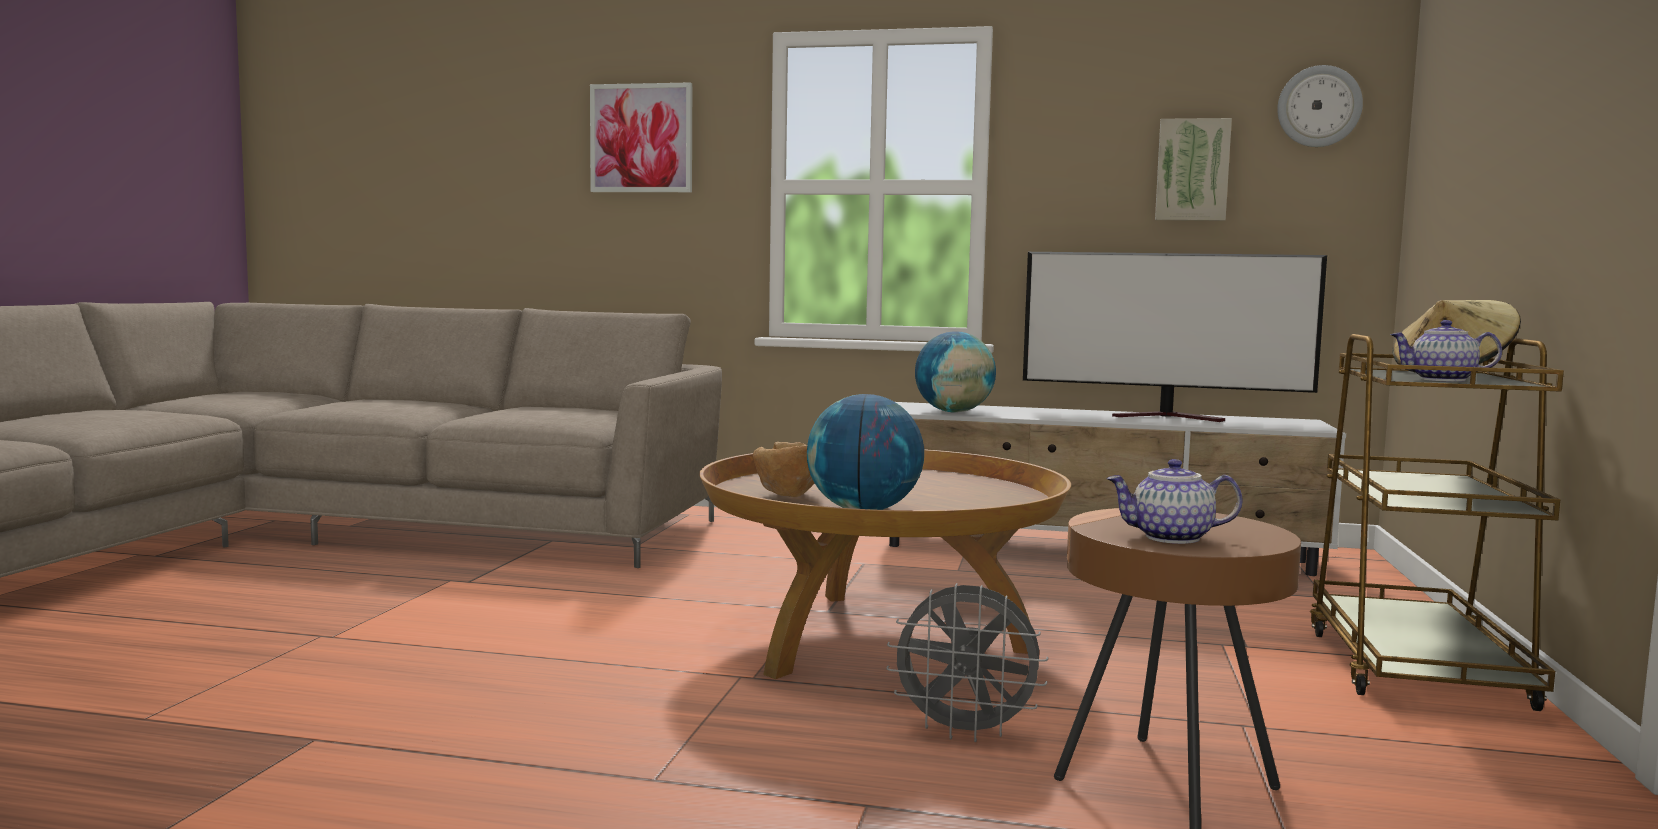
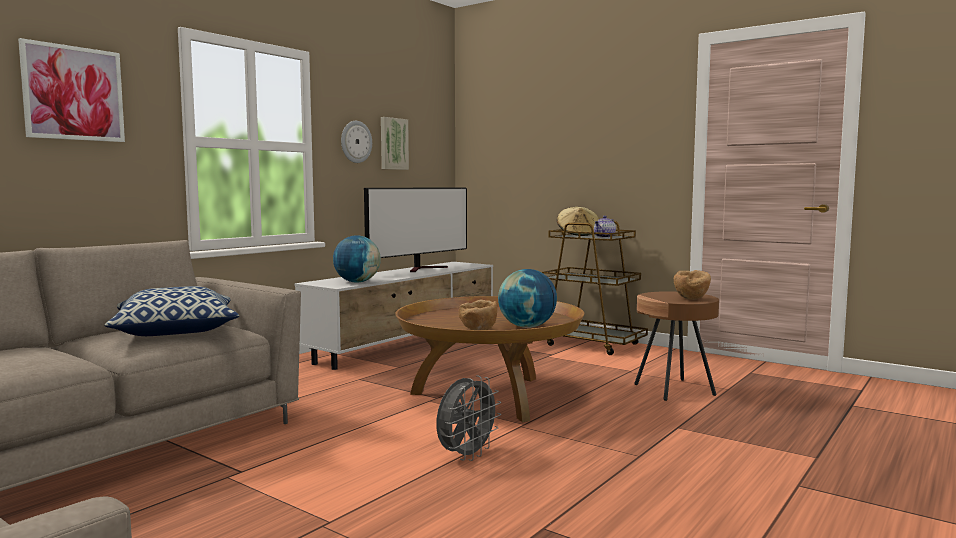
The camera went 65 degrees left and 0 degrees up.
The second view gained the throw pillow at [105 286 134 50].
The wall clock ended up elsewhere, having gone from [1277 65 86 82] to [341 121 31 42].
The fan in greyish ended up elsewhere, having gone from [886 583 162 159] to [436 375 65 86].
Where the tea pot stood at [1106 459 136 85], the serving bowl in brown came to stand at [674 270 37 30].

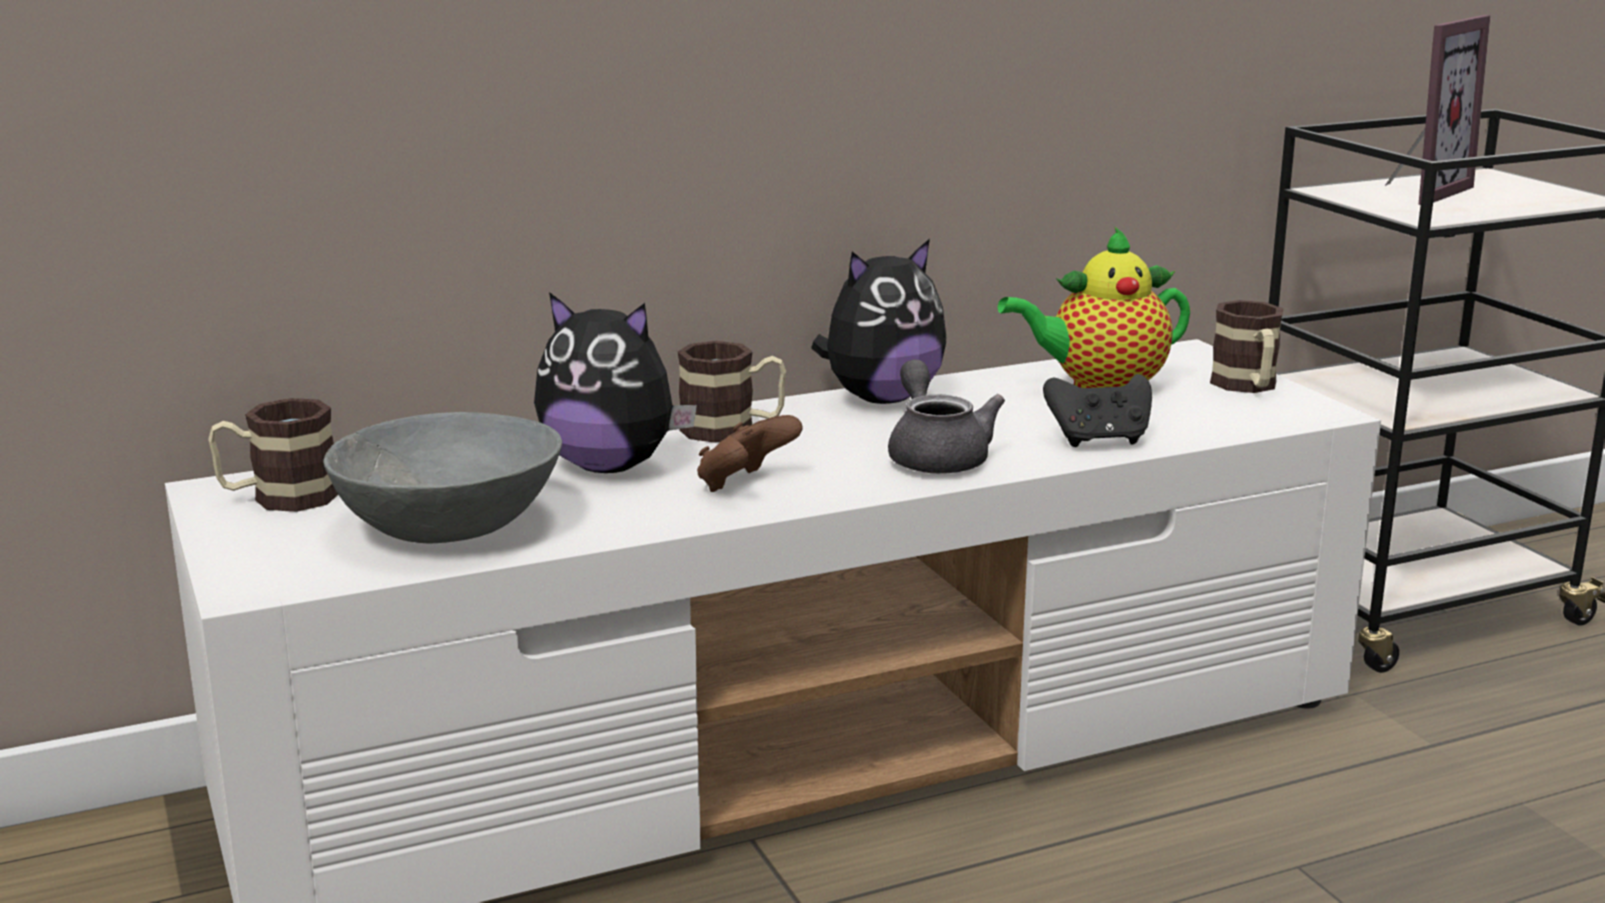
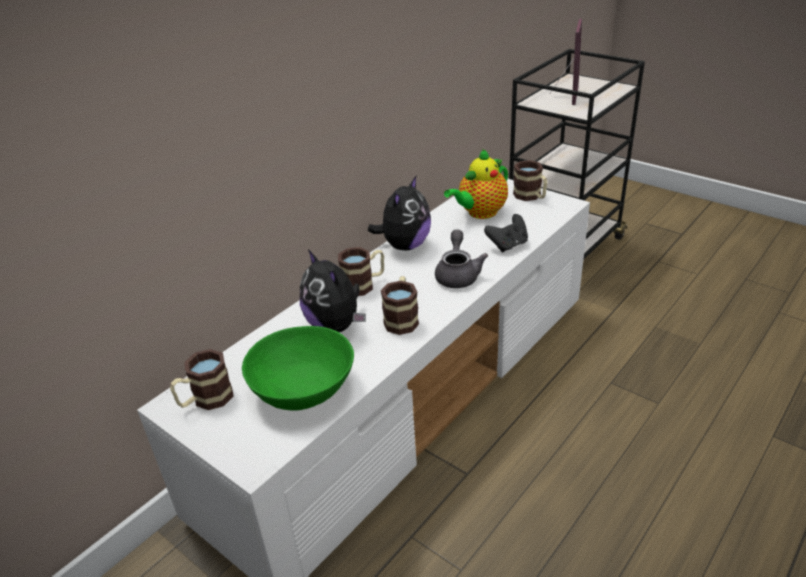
The camera went 25 degrees left and 15 degrees up.
What was the serving bowl in greyish at [323 412 239 132] turned into the serving bowl in green at [242 326 112 85].
The soft toy at [534 292 163 181] ended up facing another way, 60 degrees clockwise from before.
Where the gamepad in brown stood at [697 415 105 77], the tea mug came to stand at [381 276 38 59].
The tea pot in greyish at [888 360 117 114] ended up facing another way, 45 degrees clockwise from before.

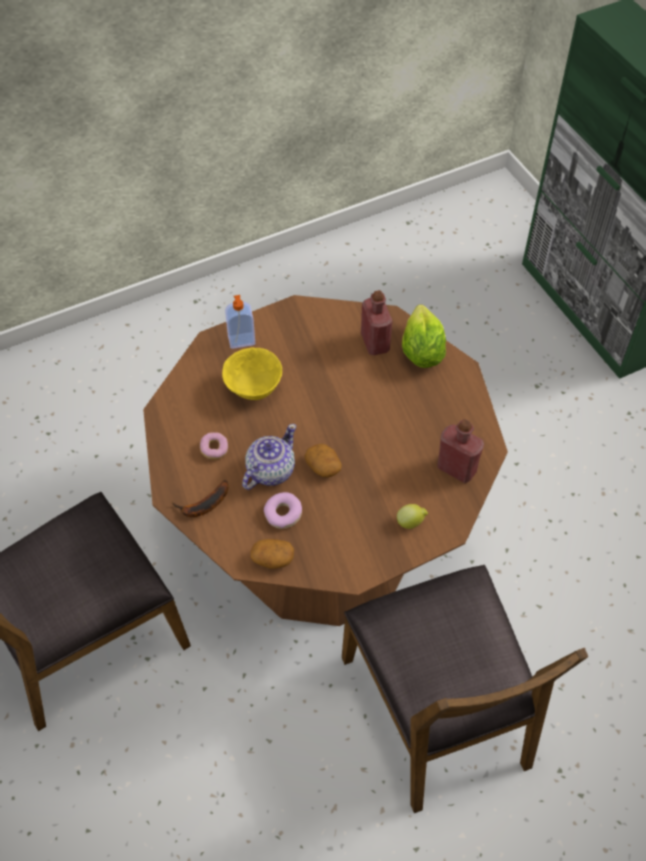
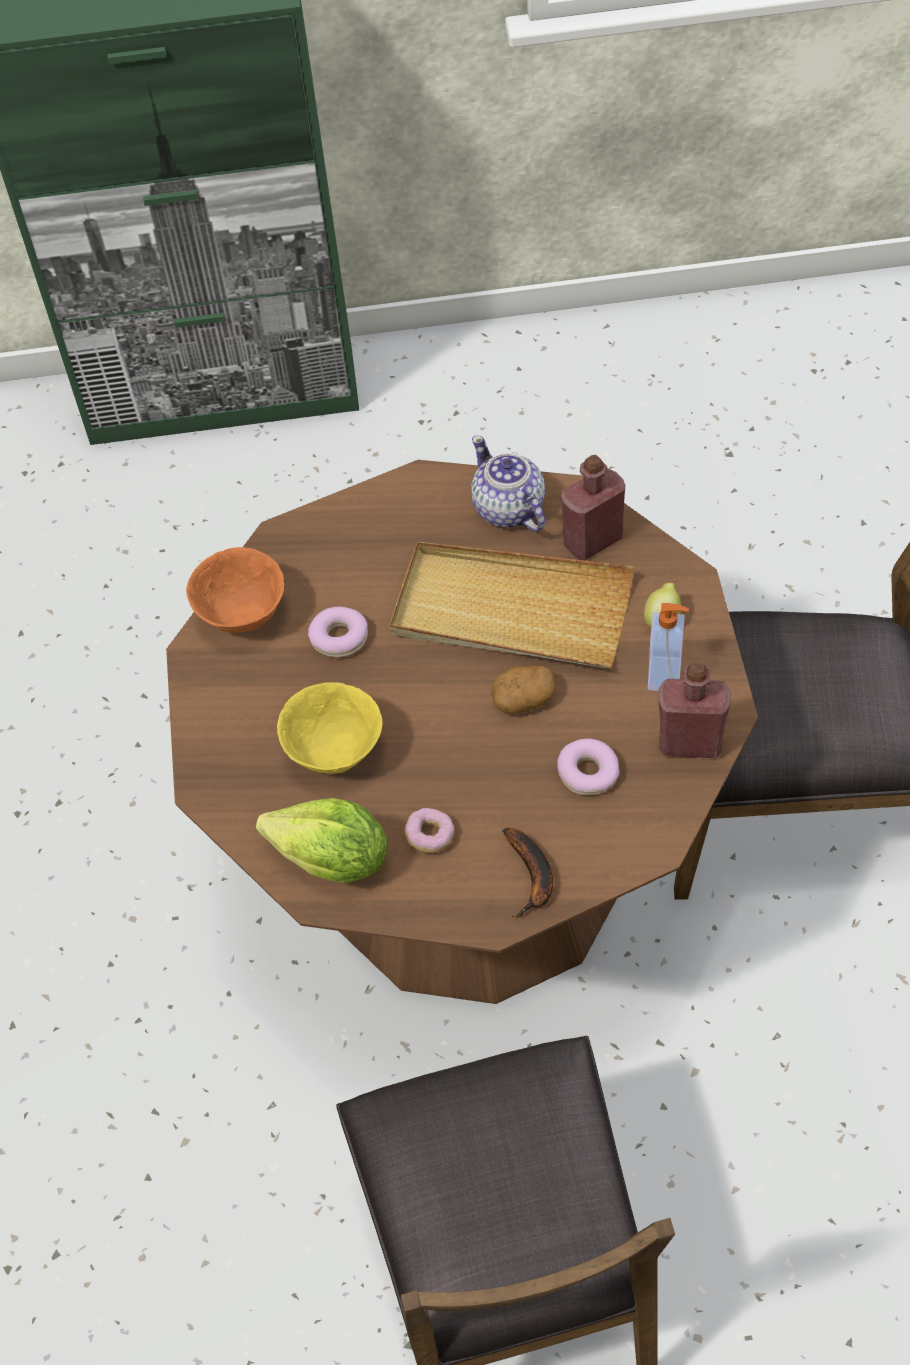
The camera went 65 degrees left and 0 degrees up.
The second view gained the serving bowl in orange at [186 547 98 86].
The lettuce head ended up elsewhere, having gone from [402 304 44 64] to [256 798 132 85].
The second view gained the donut at [308 607 60 51].
The second view gained the serving tray in beige-coloured at [390 542 244 127].
The tea pot ended up elsewhere, having gone from [242 424 54 66] to [471 436 74 96].
The soap dispenser ended up elsewhere, having gone from [225 295 30 54] to [648 603 41 88].
The bottle in red ended up elsewhere, having gone from [361 290 31 65] to [658 662 73 96].
The second view lost the spud at [251 539 43 30].

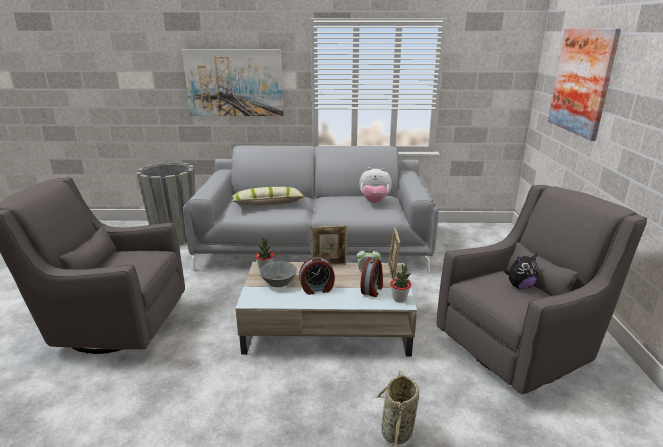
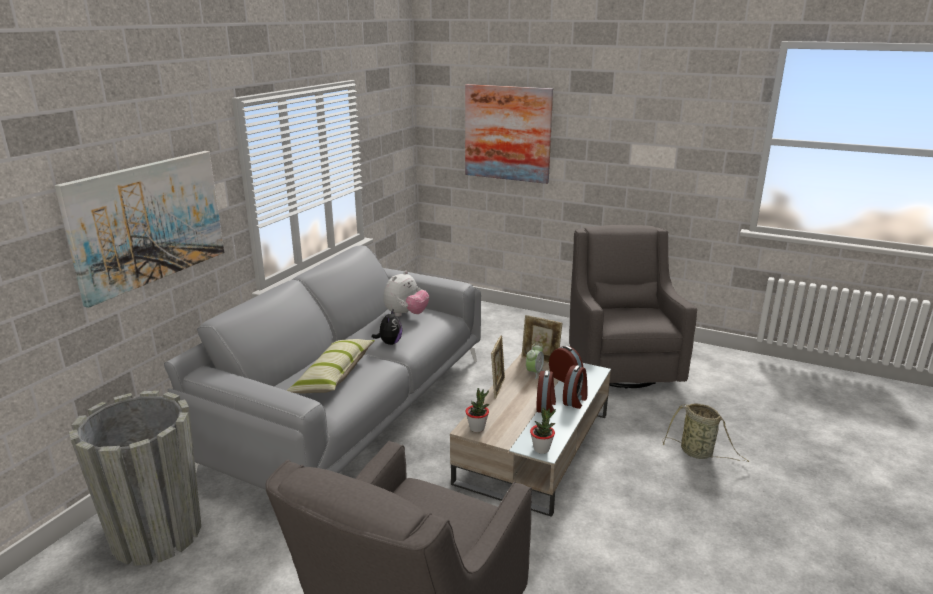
The camera went 65 degrees left and 0 degrees up.
The soft toy ended up elsewhere, having gone from [504 254 34 35] to [372 308 30 37].
The plant in a pot ended up elsewhere, having gone from [390 264 21 38] to [530 407 26 47].
The second view gained the table clock at [563 365 25 44].
The second view lost the serving bowl in greyish at [259 261 38 26].

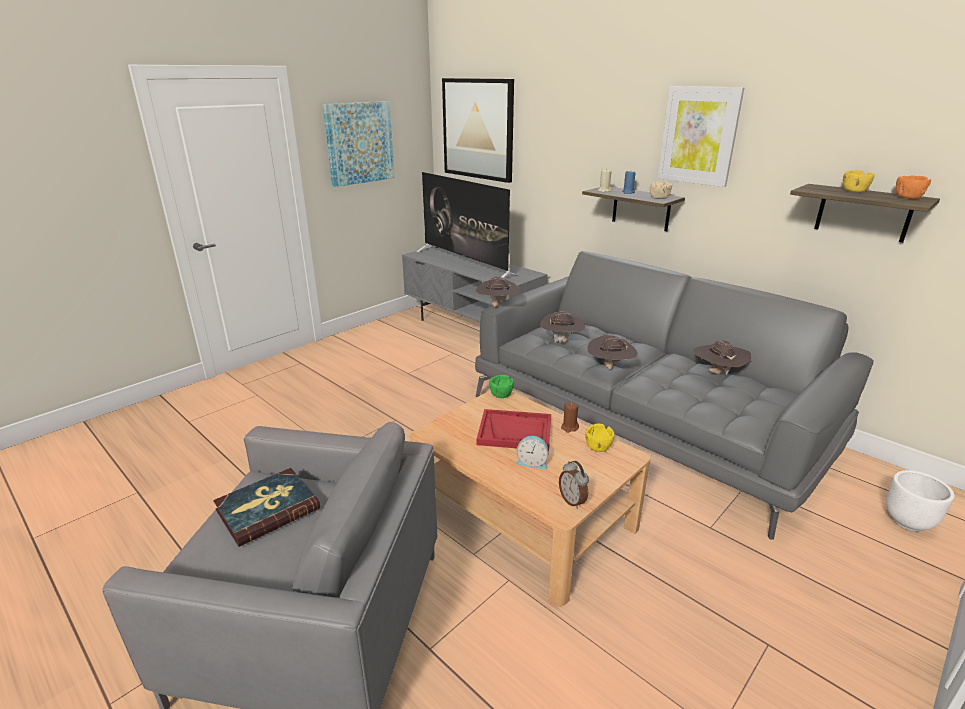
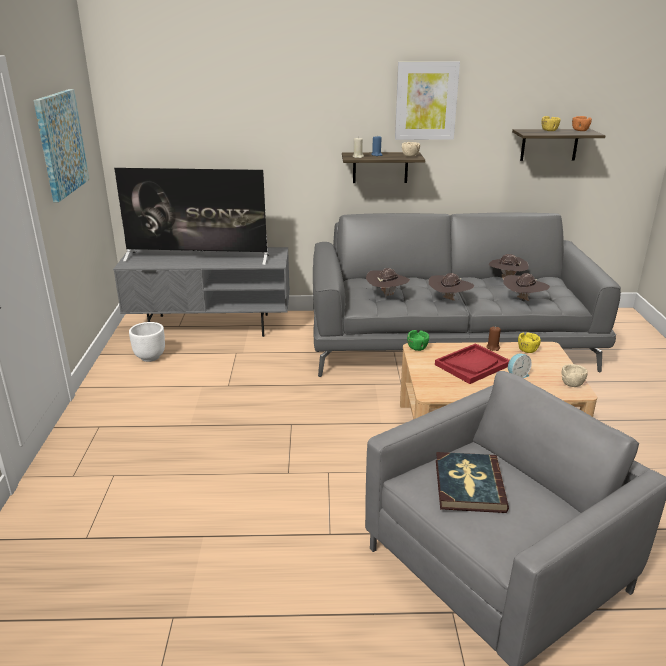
The camera went 45 degrees left and 0 degrees up.
The flower pot in whitish ended up elsewhere, having gone from [886 470 68 62] to [129 322 36 40].
The wearable hat in brown ended up elsewhere, having gone from [476 277 44 30] to [503 273 47 28].
Where the table clock stood at [559 461 30 48], the serving bowl in beige-coloured came to stand at [561 364 27 23].
The second view lost the wall art at [442 78 72 105].

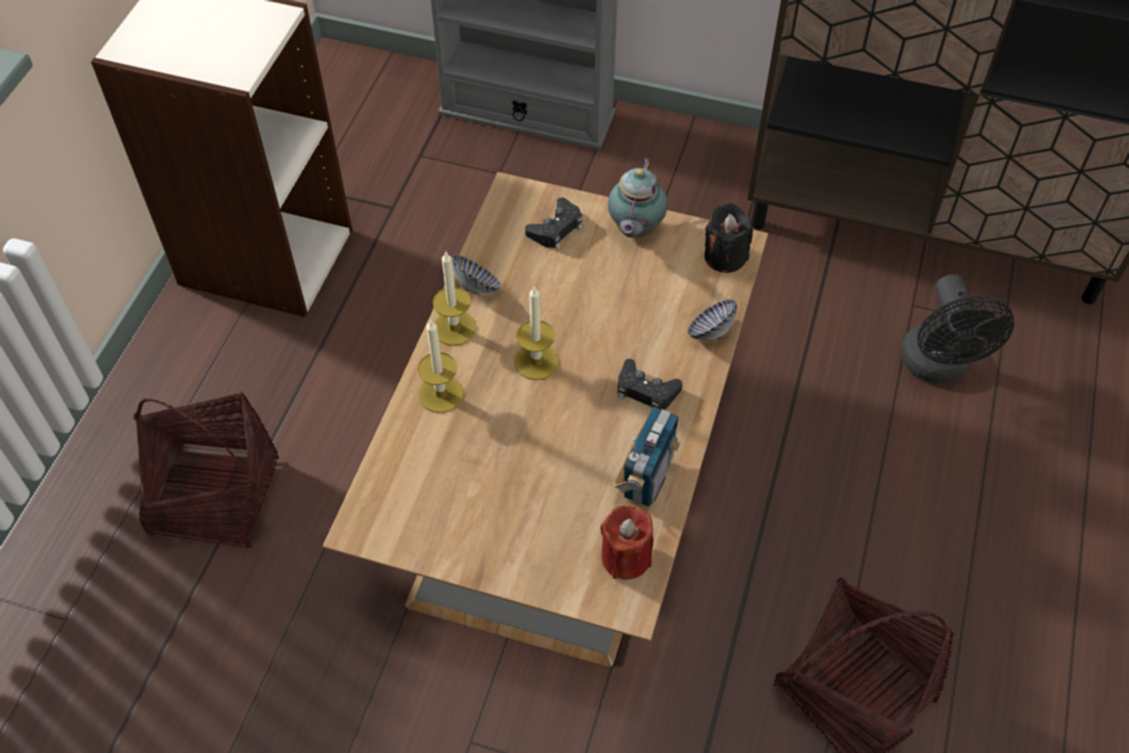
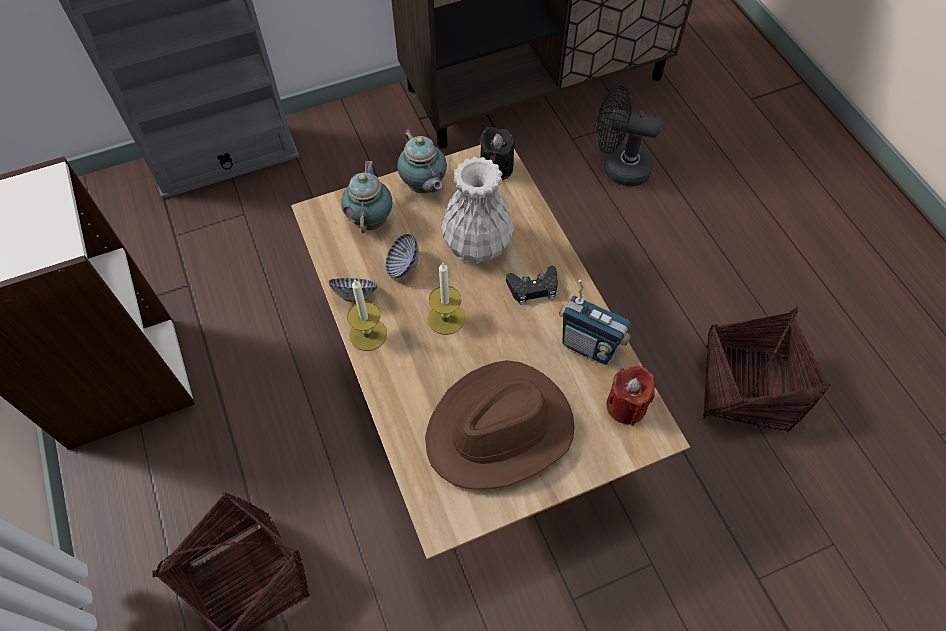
The camera went 40 degrees left and 5 degrees up.
Where the gamepad in black stood at [525 198 58 52], the tea pot came to stand at [341 161 51 72].
The serving bowl ended up elsewhere, having gone from [687 299 50 41] to [385 233 34 45].
The second view gained the wearable hat in brown at [425 360 150 130].
The second view gained the vase in whitish at [441 157 73 106].
The radio receiver at [613 407 66 100] ended up facing another way, 135 degrees clockwise from before.
The fan in black at [901 274 113 109] ended up facing another way, 150 degrees clockwise from before.
The second view lost the candle at [418 319 46 94].

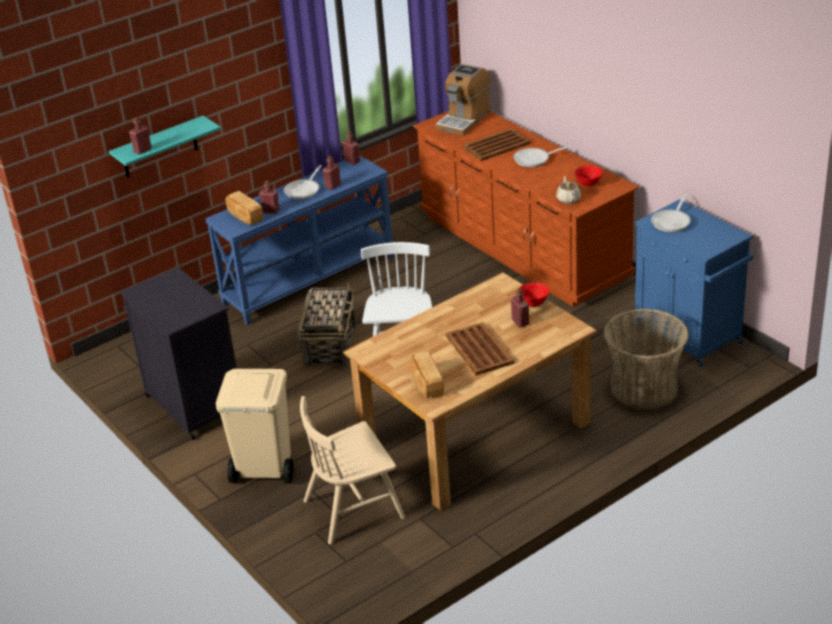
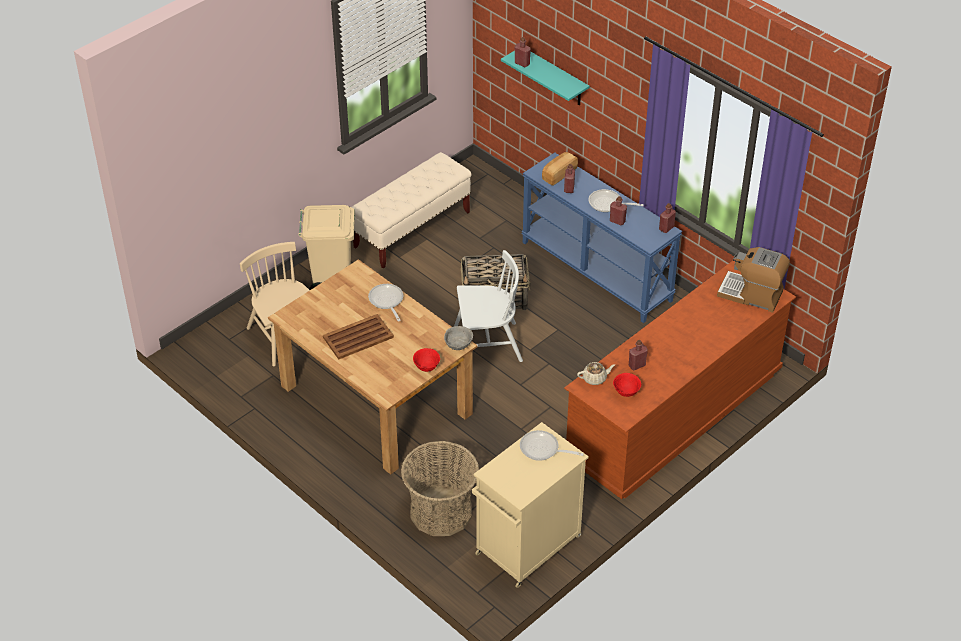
The camera went 80 degrees right and 10 degrees up.
Where the storage cabinet in black stood at [120 267 117 173], the long seat in beige-coloured came to stand at [352 152 119 116].
The pan ended up elsewhere, having gone from [513 146 59 21] to [368 284 35 37].
The second view gained the serving bowl in greyish at [444 326 29 24].
What was the storage cabinet in bluish at [633 199 121 168] turned into the storage cabinet in beige-coloured at [472 422 117 166].
The bottle in red ended up elsewhere, having gone from [511 288 18 39] to [629 340 19 30].
The second view lost the baked bread at [410 351 34 47].
The second view lost the serving tray in brown at [463 128 68 33].

